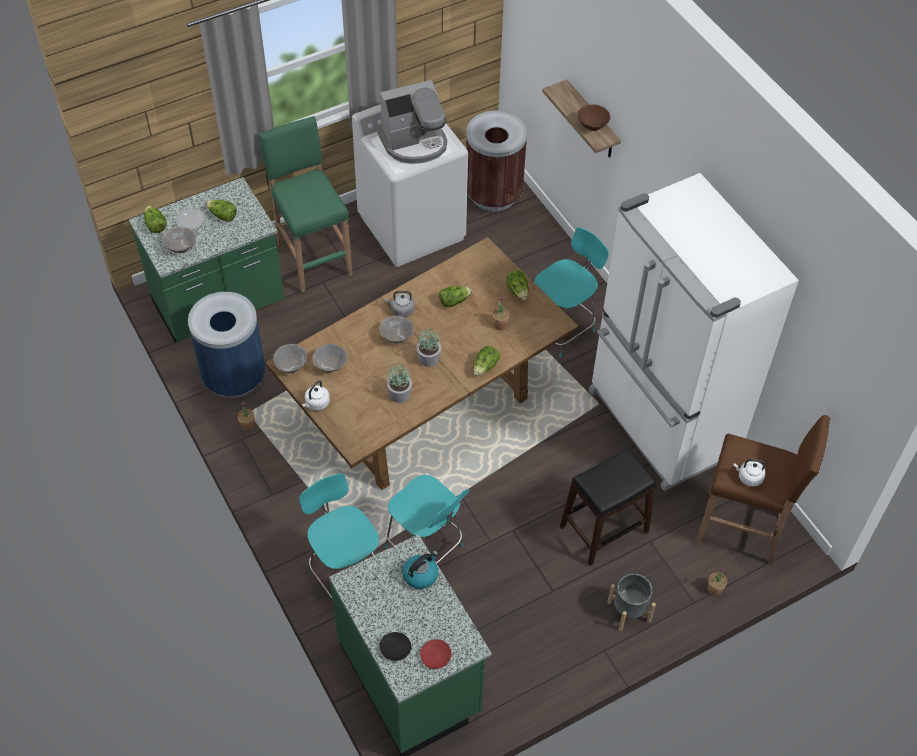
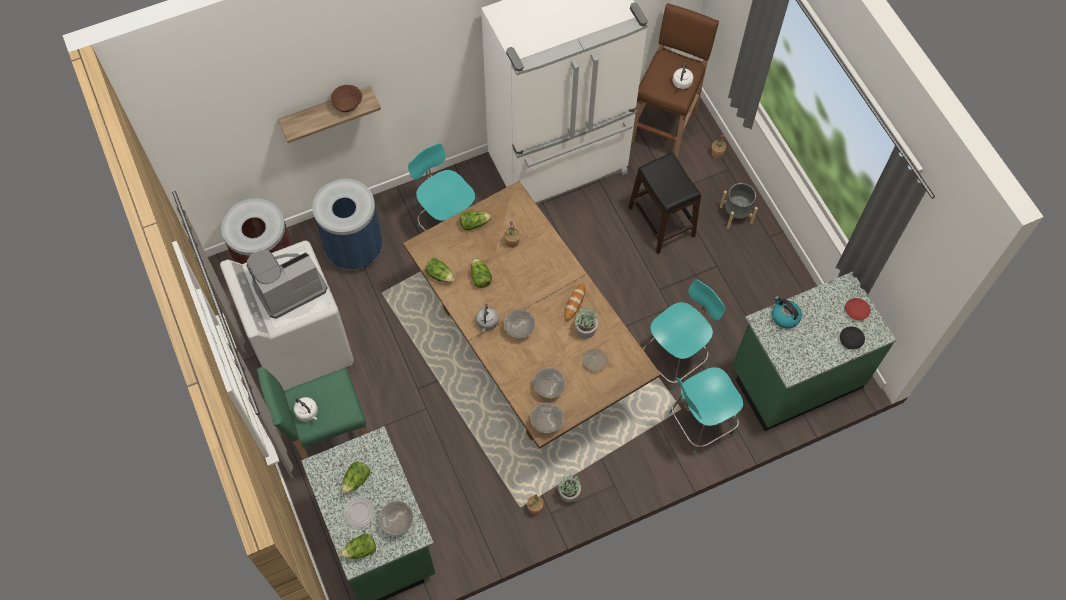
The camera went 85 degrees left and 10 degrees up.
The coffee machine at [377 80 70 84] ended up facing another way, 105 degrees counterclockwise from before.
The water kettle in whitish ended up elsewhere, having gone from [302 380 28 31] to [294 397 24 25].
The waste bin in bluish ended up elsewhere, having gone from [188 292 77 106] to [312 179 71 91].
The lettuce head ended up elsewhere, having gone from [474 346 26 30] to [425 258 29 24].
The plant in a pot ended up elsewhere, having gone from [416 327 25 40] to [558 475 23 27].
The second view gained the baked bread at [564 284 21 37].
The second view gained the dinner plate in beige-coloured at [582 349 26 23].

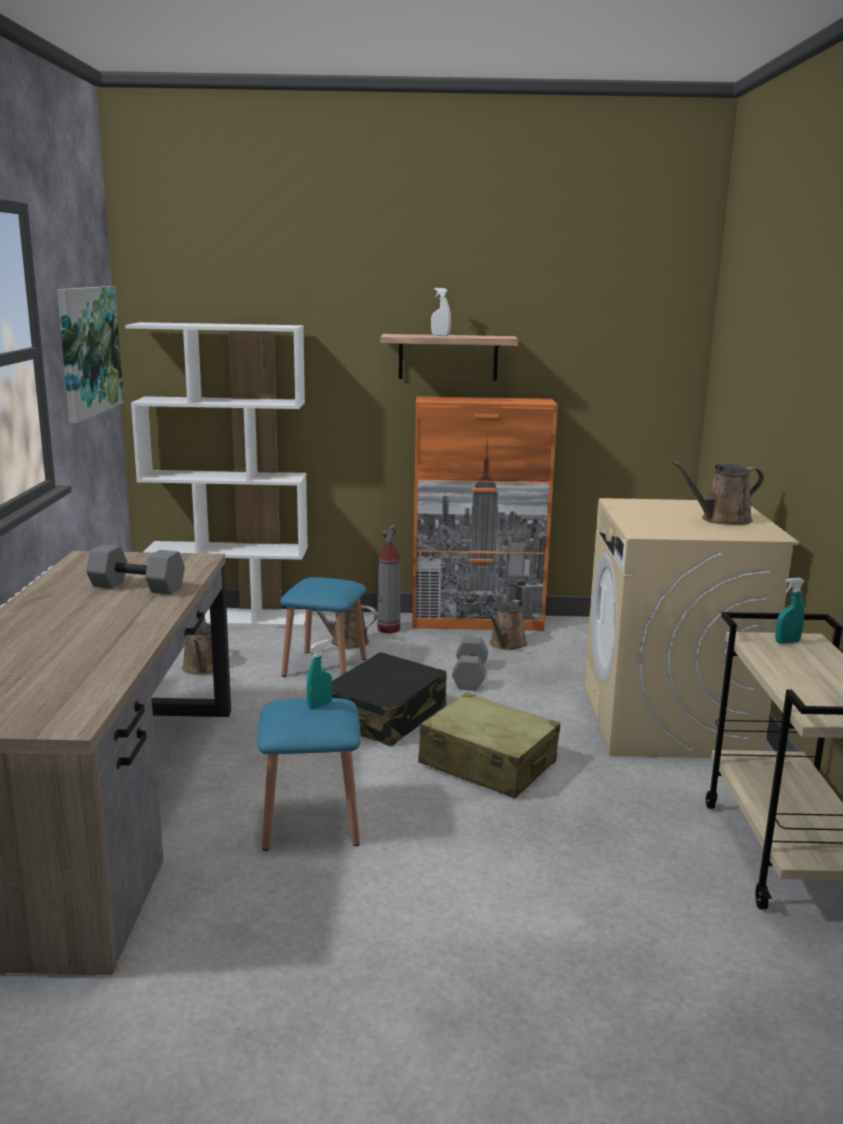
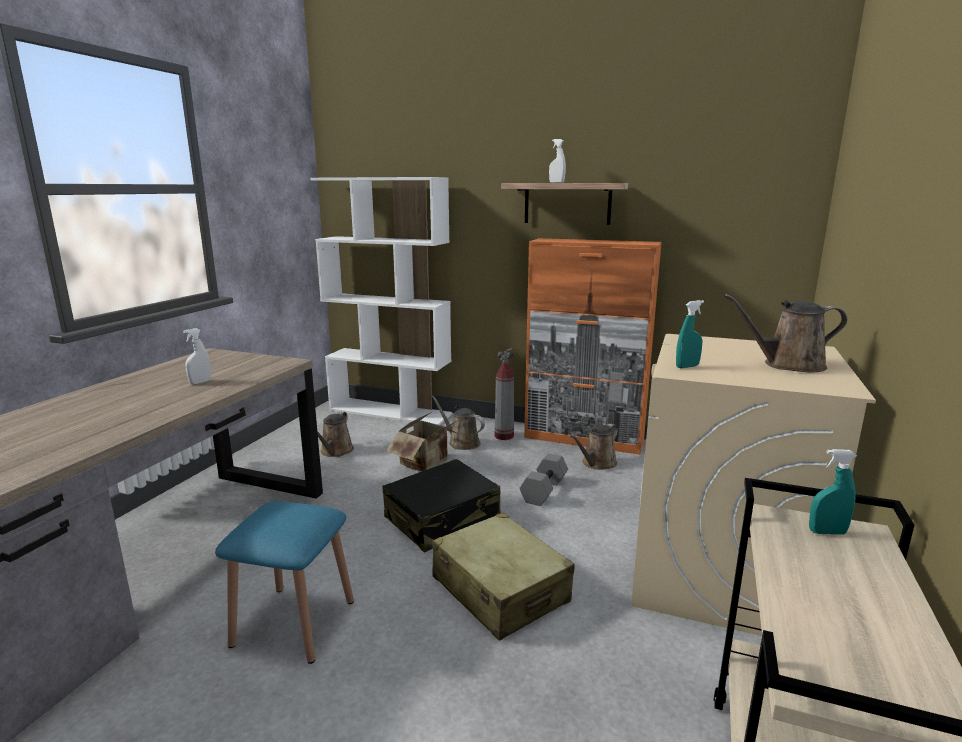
The camera went 20 degrees right and 0 degrees up.
Where the hand weight in greyish stood at [86 544 99 51], the hand sprayer in whitish came to stand at [183 328 28 57].
Where the stool seat in bluish stood at [280 577 87 100], the carton came to stand at [386 413 74 58].
The hand sprayer in turquoise-coloured ended up elsewhere, having gone from [306 640 26 69] to [676 300 28 68].
The second view lost the wall art at [57 286 67 137].

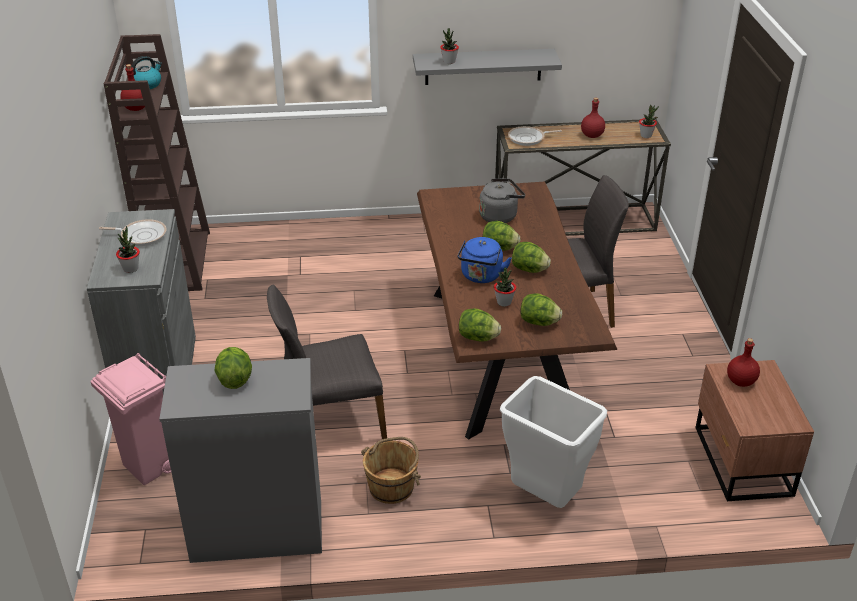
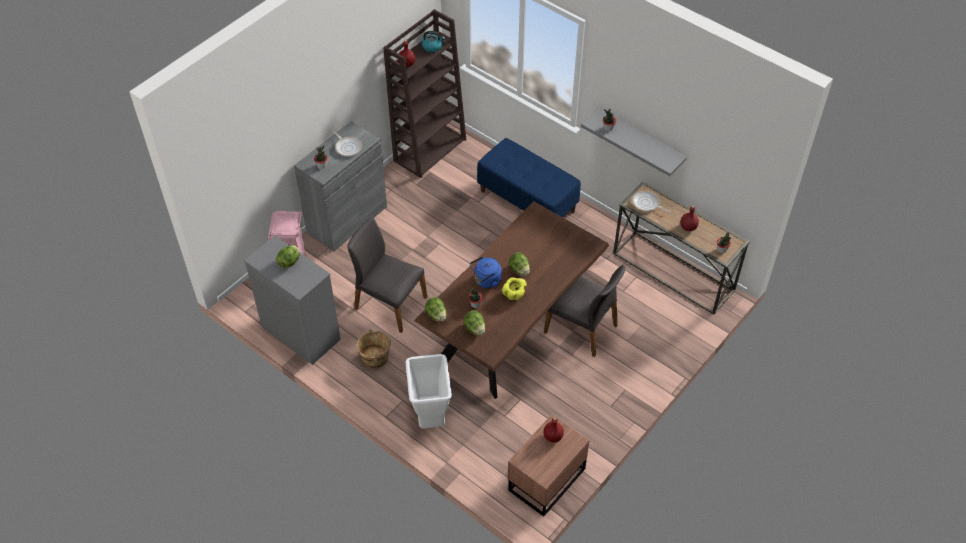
The camera went 45 degrees right and 15 degrees up.
The second view gained the long seat in bluish at [477 138 104 79].
Where the lettuce head stood at [512 242 39 31], the serving bowl in yellow came to stand at [502 277 25 23].
The second view lost the water kettle in greyish at [479 179 46 44].

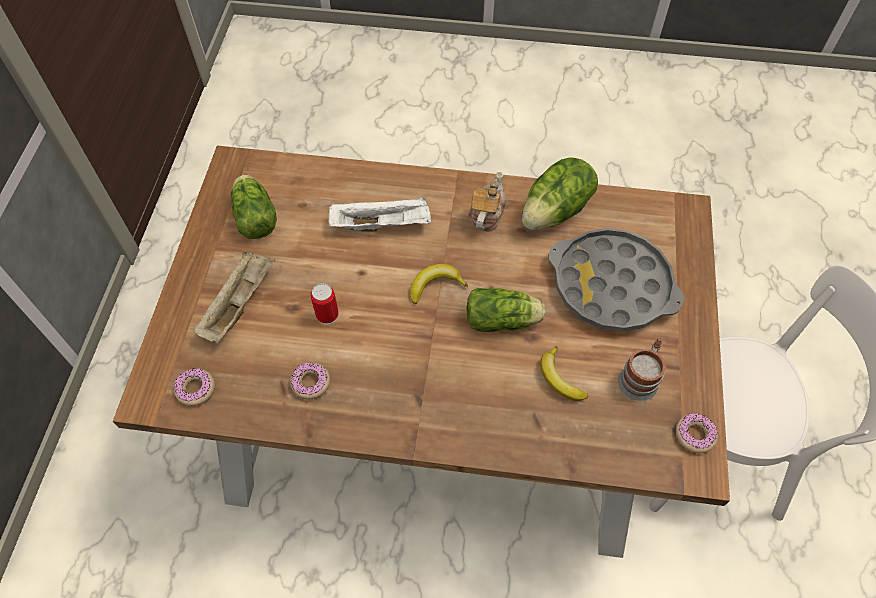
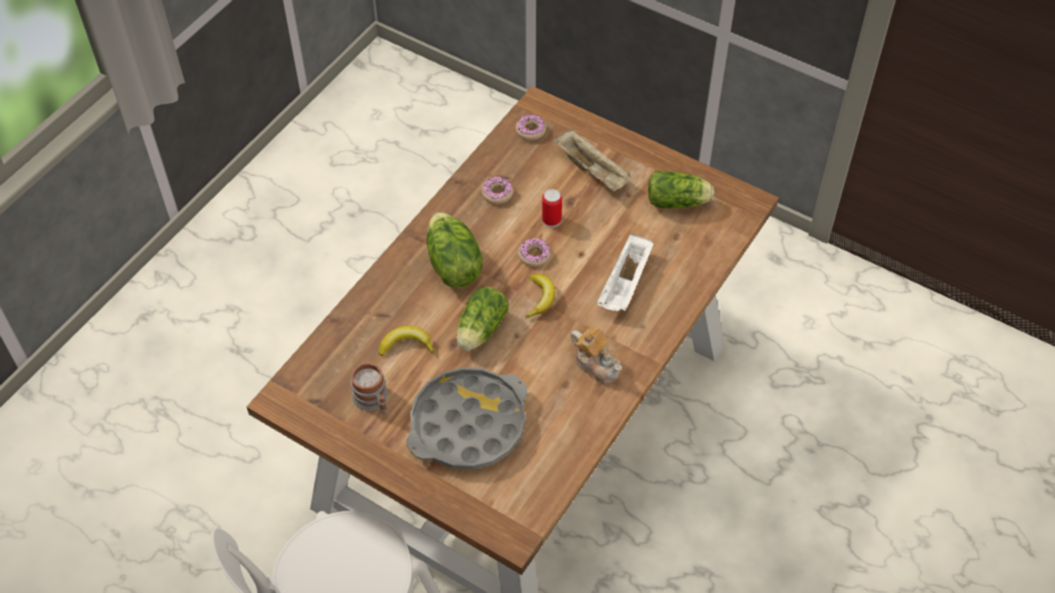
The camera went 115 degrees right and 5 degrees down.
The lettuce head ended up elsewhere, having gone from [522 157 76 73] to [427 212 55 76].
The donut ended up elsewhere, having gone from [676 413 42 40] to [518 238 33 29].

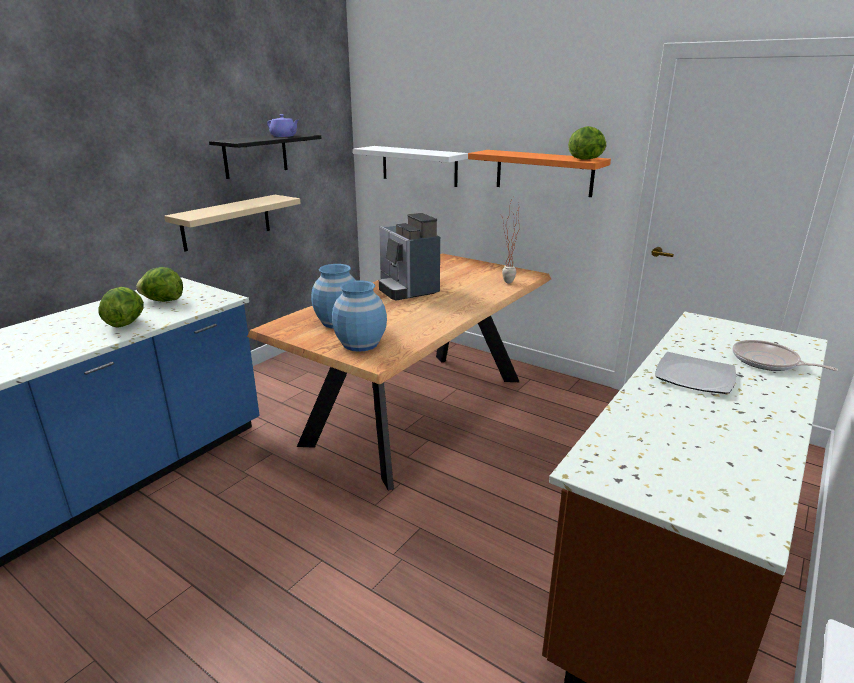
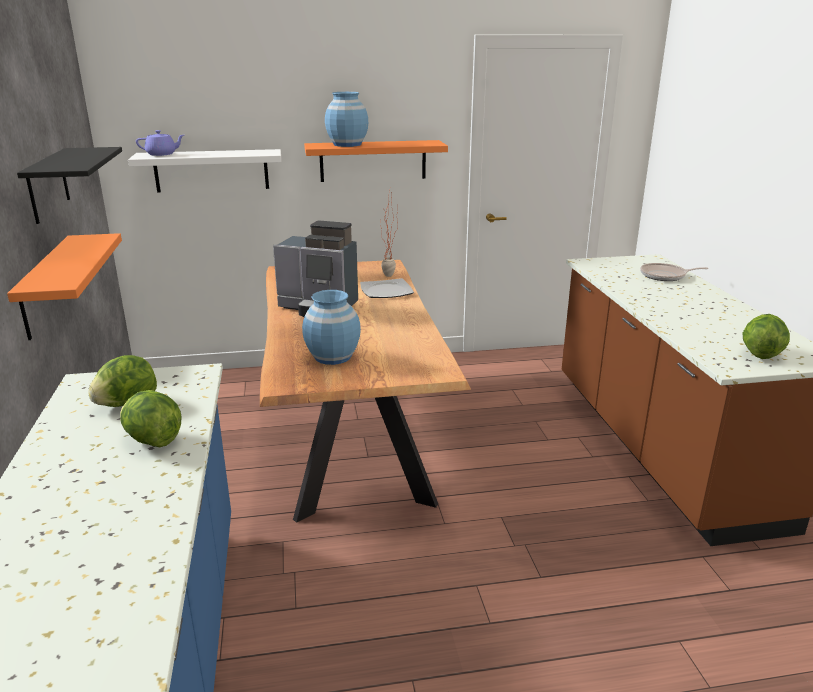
The camera went 45 degrees left and 0 degrees up.
What was the bracket shelf in beige-coloured at [164 195 137 57] turned into the bracket shelf in orange at [7 233 115 107].
The tea pot in purple ended up elsewhere, having gone from [267 114 32 23] to [136 130 48 26].
The vase in bluish ended up elsewhere, having gone from [332 280 55 72] to [325 92 43 55].
The dinner plate ended up elsewhere, having gone from [655 352 81 42] to [360 278 54 20].
The lettuce head ended up elsewhere, having gone from [568 126 39 34] to [743 314 47 45].

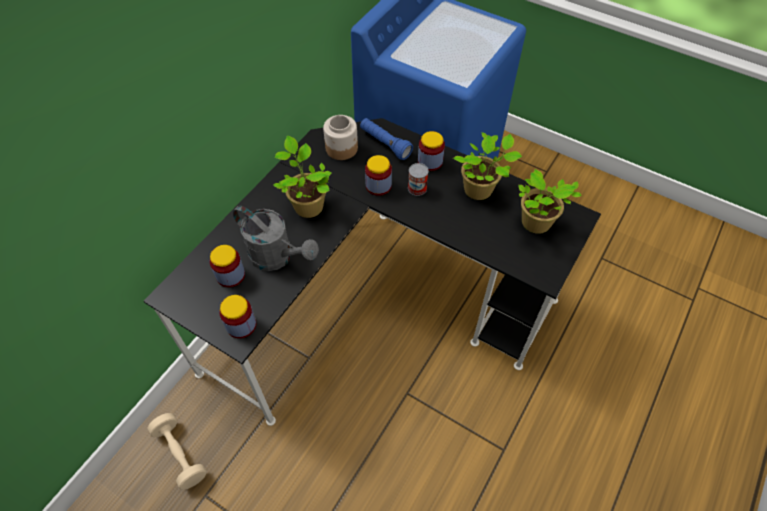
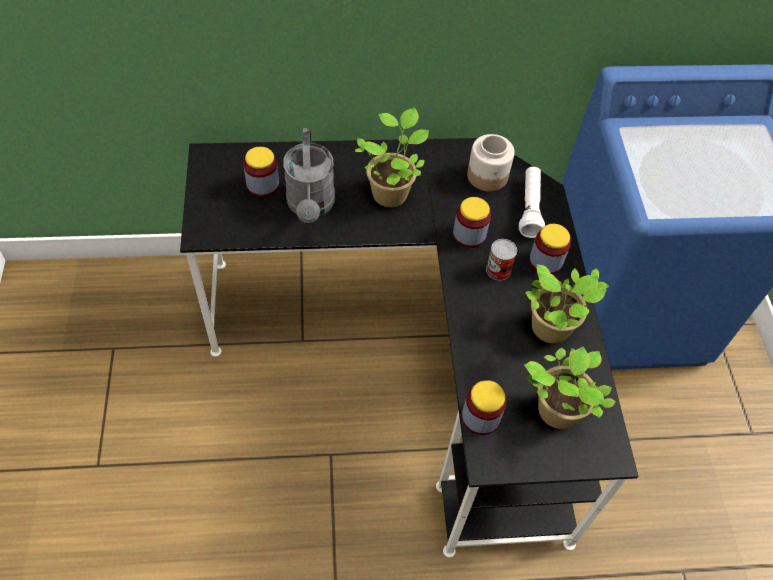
The camera went 50 degrees right and 0 degrees up.
The jar ended up elsewhere, having gone from [219 295 37 43] to [462 380 45 55].
What was the torch in bluish at [360 118 53 42] turned into the torch in whitish at [519 167 26 71].
The second view lost the hand weight in beige-coloured at [147 413 60 77].

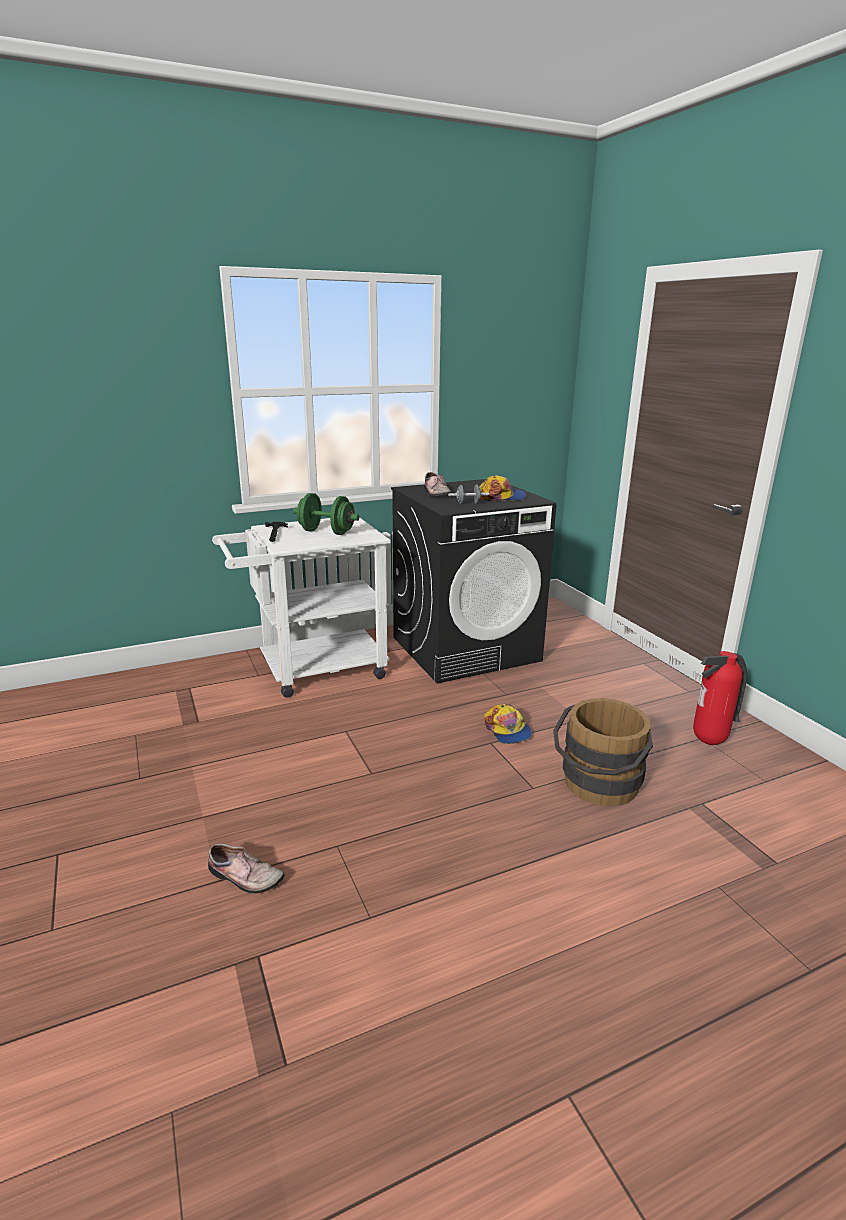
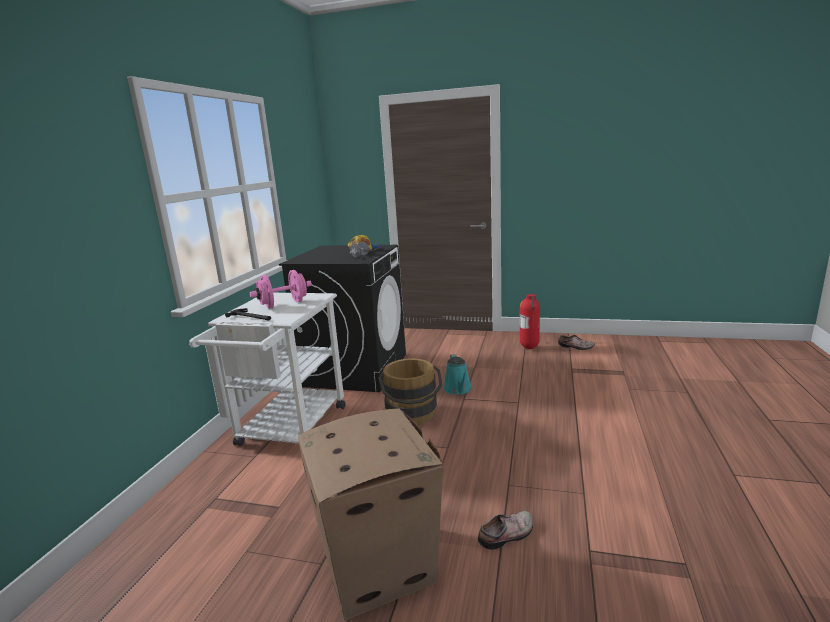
The camera went 50 degrees left and 5 degrees down.
What was the hand weight in green at [293 493 66 42] turned into the hand weight in pink at [250 270 62 38].
The second view gained the carton at [298 408 145 212].
The pail in brown ended up elsewhere, having gone from [553 698 100 108] to [378 358 64 67].
Where the peaked cap stood at [484 703 48 41], the watering pot in turquoise-coloured came to stand at [444 354 28 41].
The low shoe ended up elsewhere, having gone from [424 472 28 25] to [558 335 37 15].

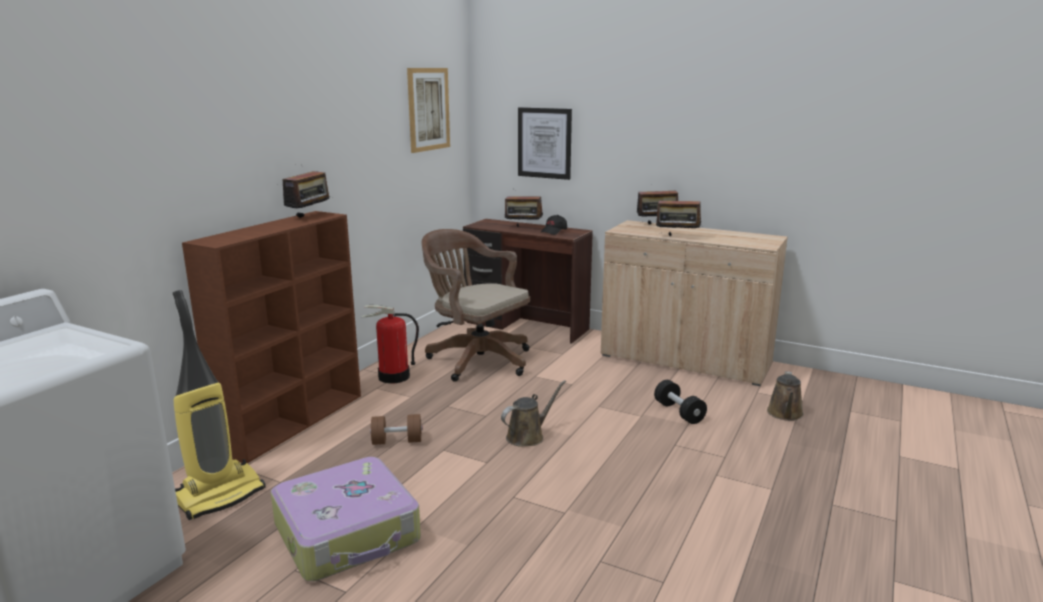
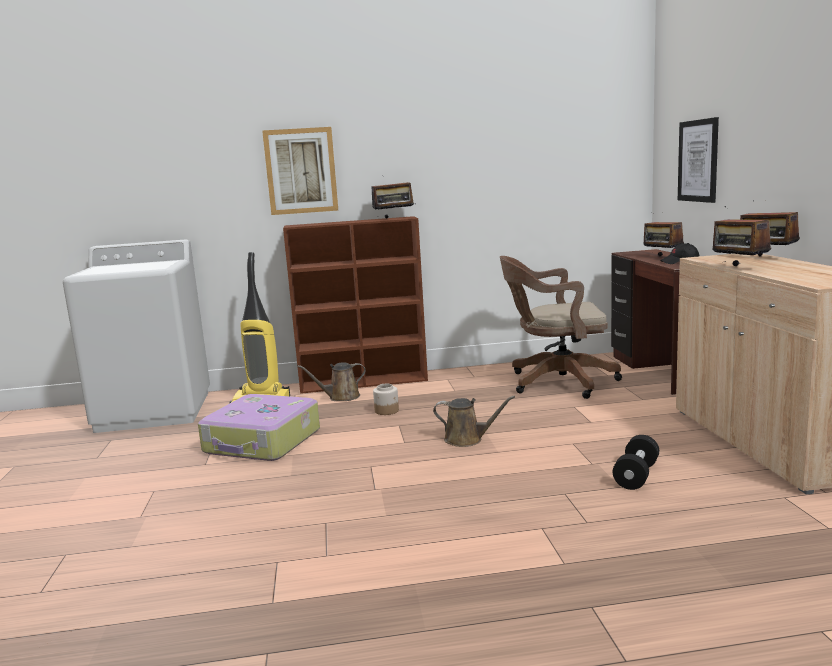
The camera went 55 degrees right and 5 degrees down.
The wall art ended up elsewhere, having gone from [407 68 43 85] to [262 127 76 88].
The watering pot in brown ended up elsewhere, having gone from [767 371 37 50] to [298 362 68 39].
Where the hand weight in brown stood at [370 414 53 31], the jar came to stand at [373 383 26 32].
The computer chair in brown at [422 229 108 153] ended up facing another way, 90 degrees counterclockwise from before.
The second view lost the extinguisher at [362 305 57 79].

